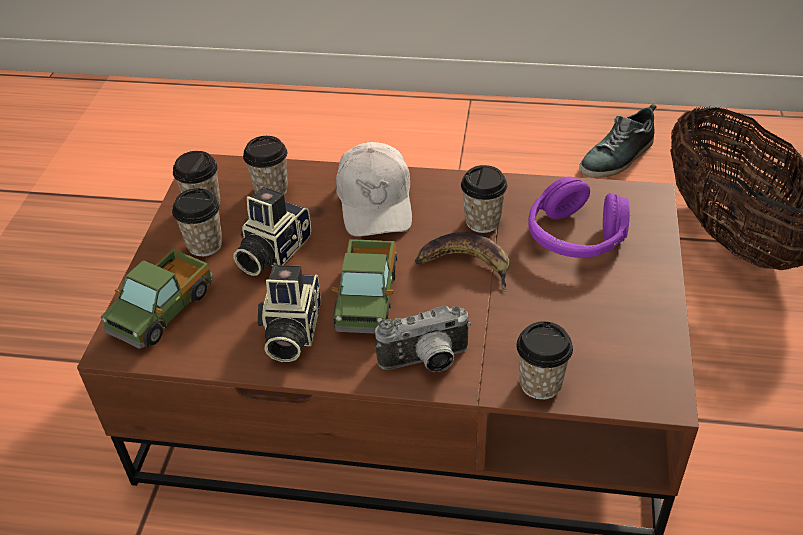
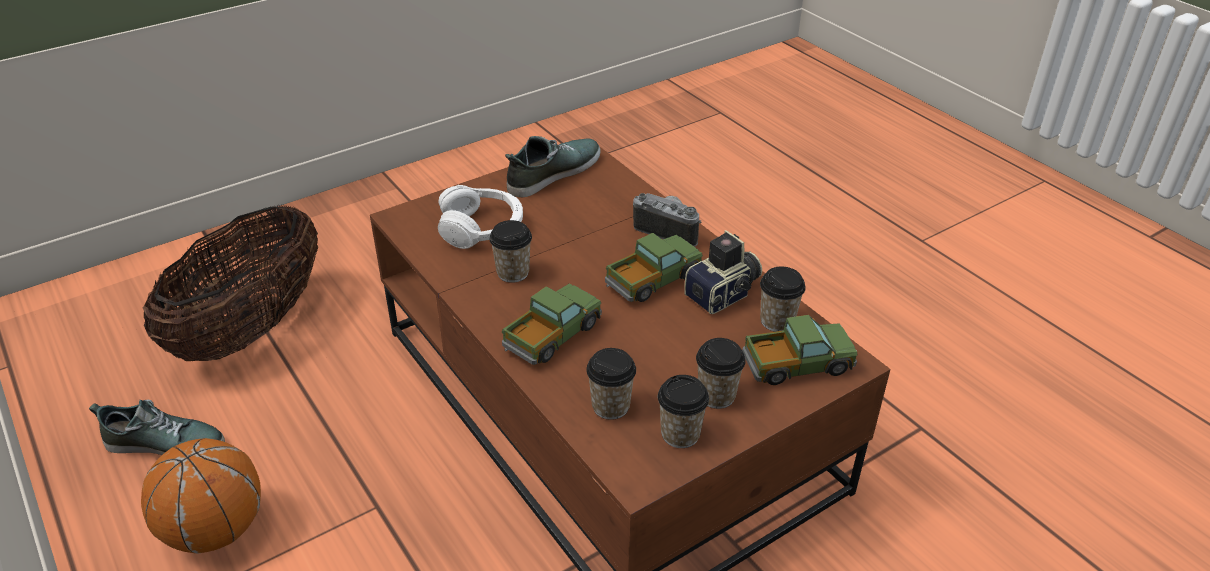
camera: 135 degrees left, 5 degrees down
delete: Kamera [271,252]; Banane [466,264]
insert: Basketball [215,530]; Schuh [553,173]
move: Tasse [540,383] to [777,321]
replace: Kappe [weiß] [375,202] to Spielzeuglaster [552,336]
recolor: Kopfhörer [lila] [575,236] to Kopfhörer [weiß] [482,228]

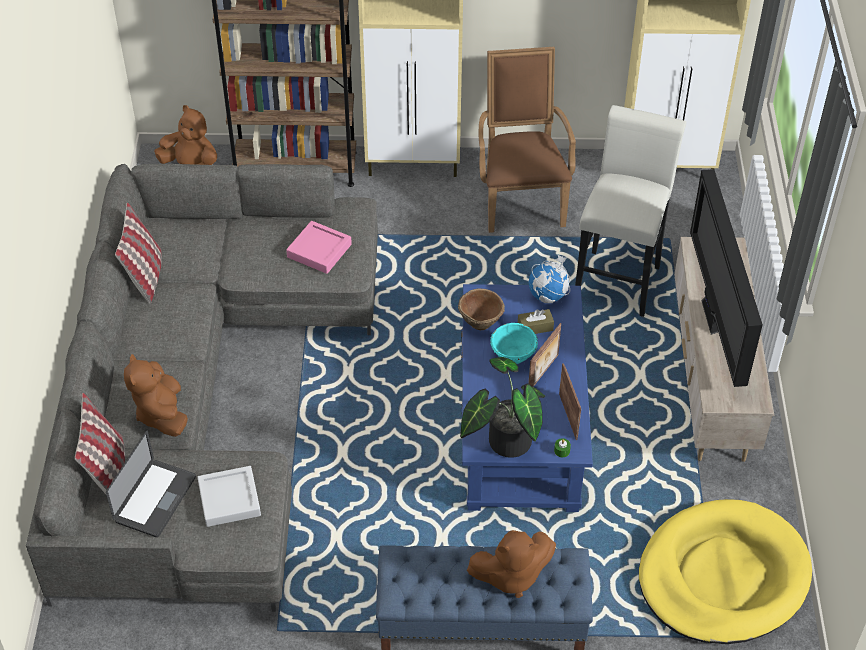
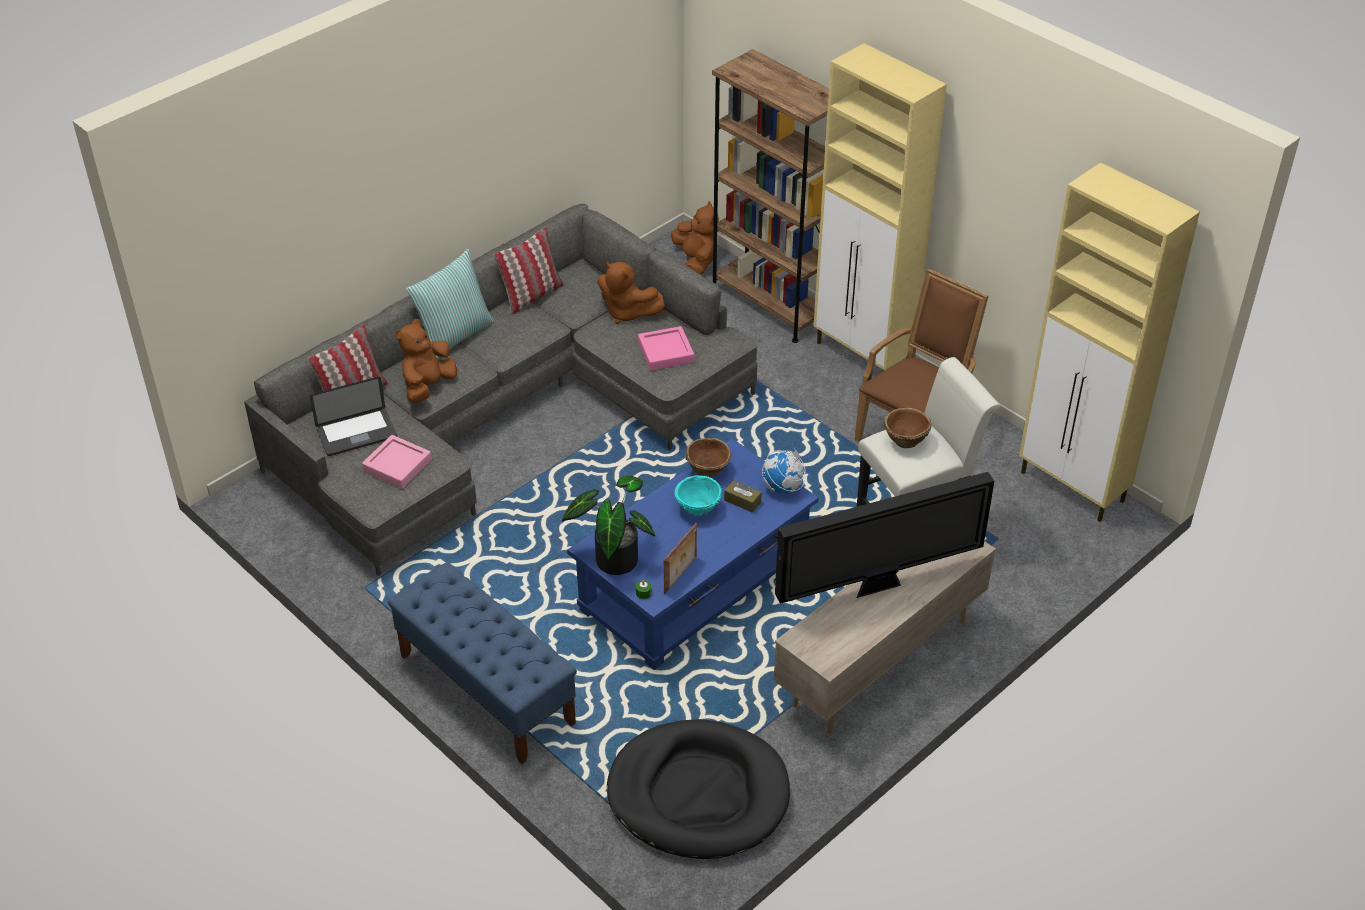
camera: 45 degrees right, 5 degrees down
delete: Bilderrahmen [544,373]
insert: Kissen [454,336]; Schüssel [braun] [905,441]
move: Plüschtier [braun] [511,575] to [627,312]
recolor: Tablett [grau] [229,499] to Tablett [rosa] [397,465]; Hundebett [gelb] [722,576] to Hundebett [schwarz] [698,794]
rotate: Fernseher [713,319] = [879,586] 150 degrees counterclockwise

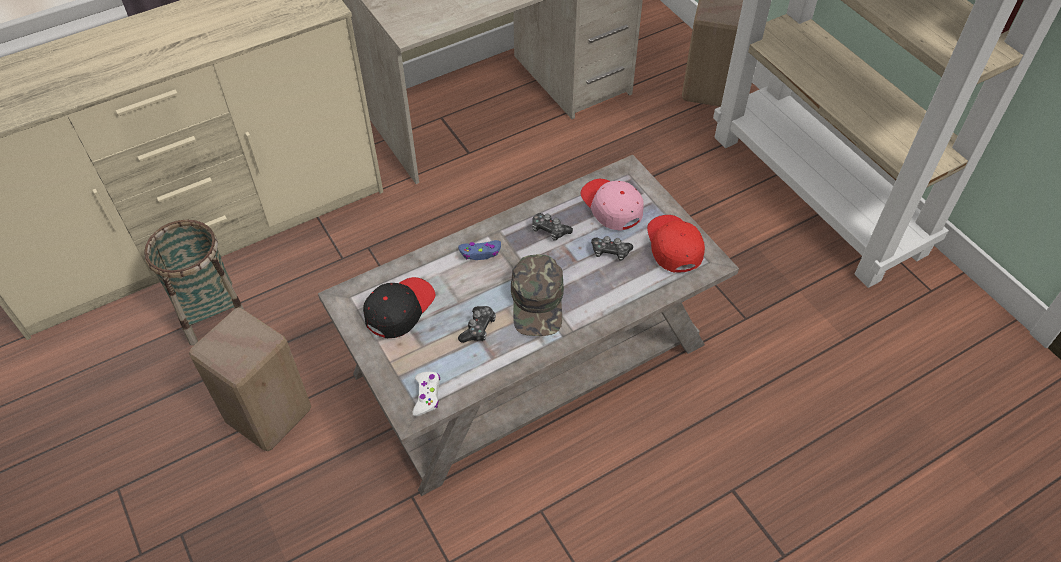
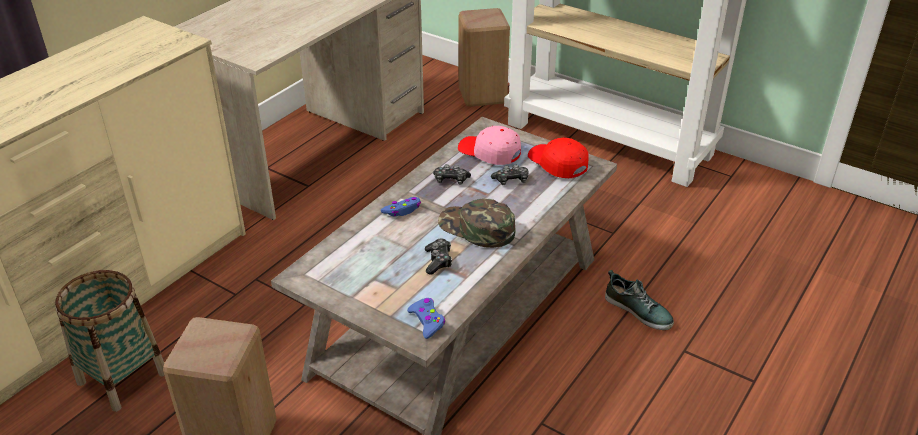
camera: 25 degrees left, 15 degrees down
delete: Kappe [schwarz] [399,309]
insert: Schuh [638,310]
recolor: Gamepad [weiß] [427,396] to Gamepad [blau] [427,321]
rotate: Kappe [grün] [538,301] = [476,228] 150 degrees clockwise

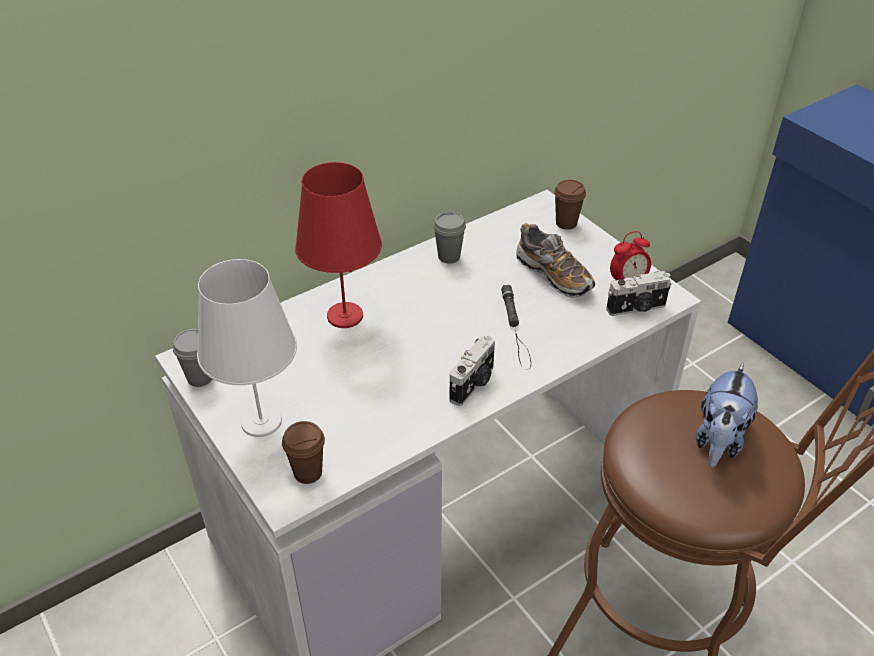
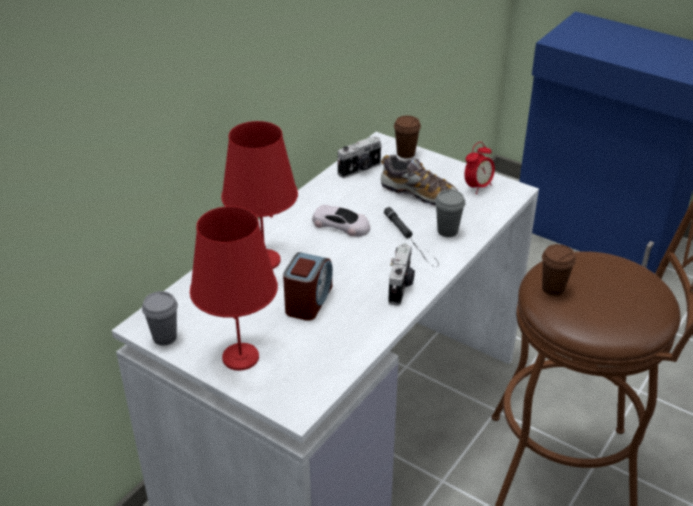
camera: 20 degrees left, 5 degrees down
delete: Plüschtier [719,439]
insert: Wecker [308,301]; Spielzeugauto [weiß] [341,225]
move: Tasse [braun] [308,472] to [553,288]; Tasse [grau] [449,256] to [447,231]; Kamera [637,308] to [360,169]
recolor: Tischlampe [weiß] [262,421] to Tischlampe [rot] [241,357]

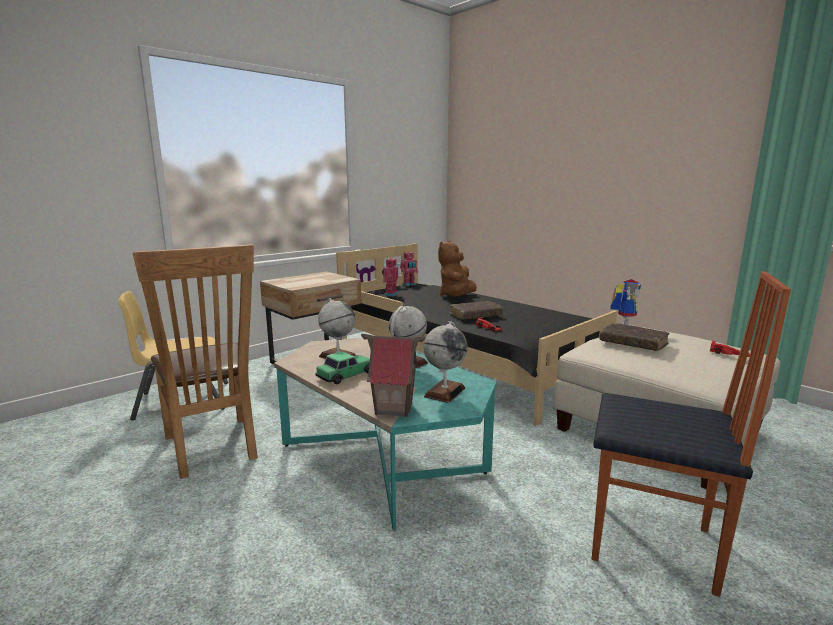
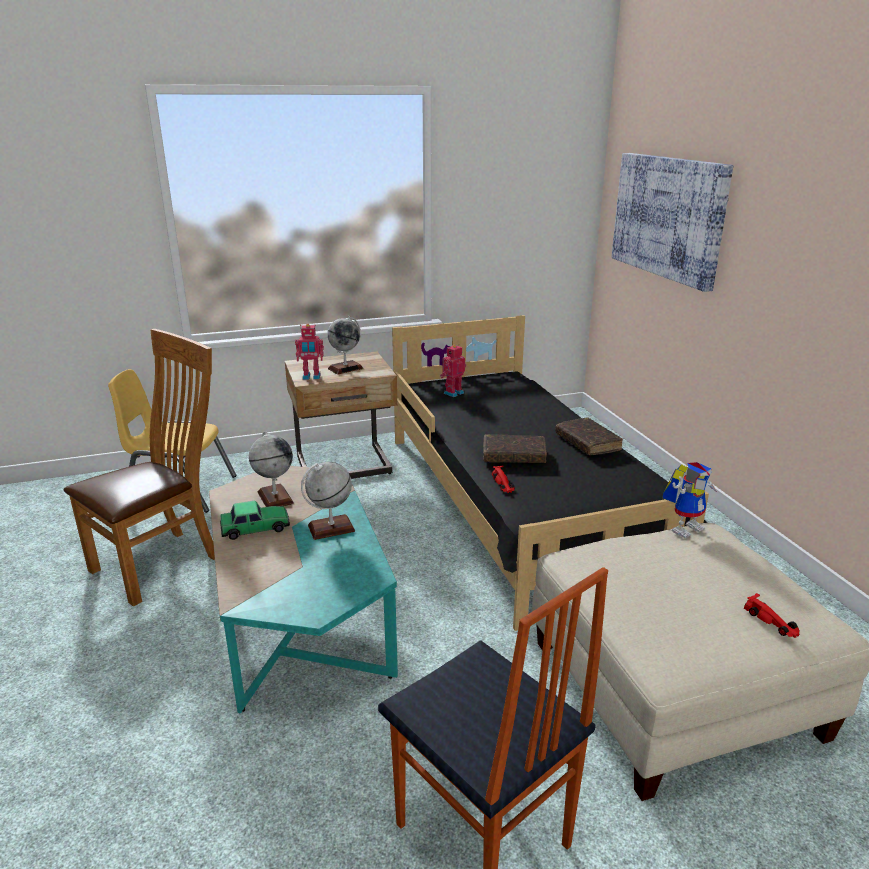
camera: 25 degrees right, 10 degrees up
delete: Spielzeughaus [393,408]; Plüschtier [braun] [456,297]
insert: Bild [669,217]
move: Spielzeugroboter [409,285] to [311,377]; Globus [444,392] to [345,368]; Buch [braun] [633,343] to [587,443]
rotate: Stuhl [braun] [213,449] = [163,561] 135 degrees counterclockwise

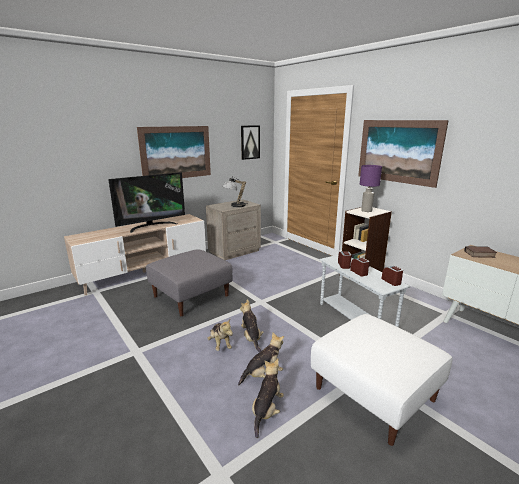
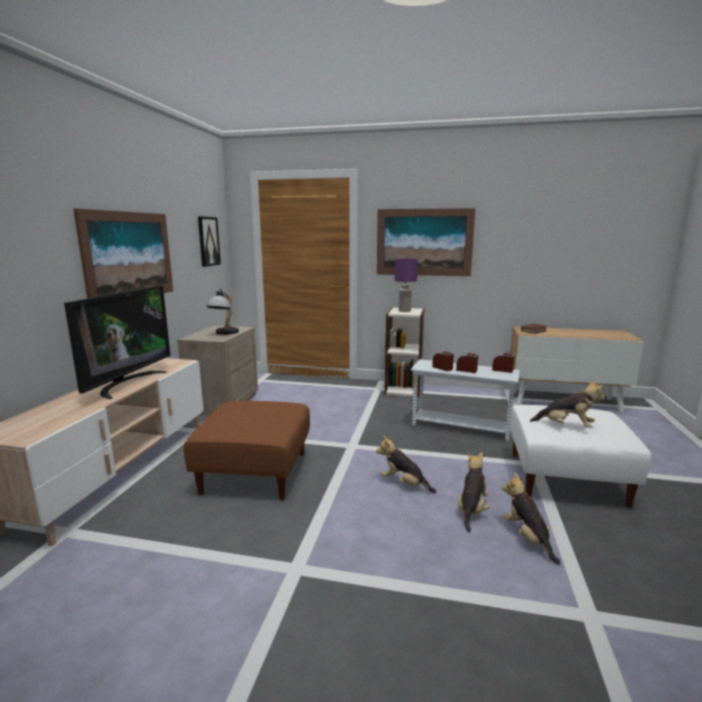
camera: 40 degrees left, 5 degrees down
move: Plüschtier [220,344] to [566,426]
recolor: Polsterhocker [grau] [191,296] to Polsterhocker [braun] [254,472]

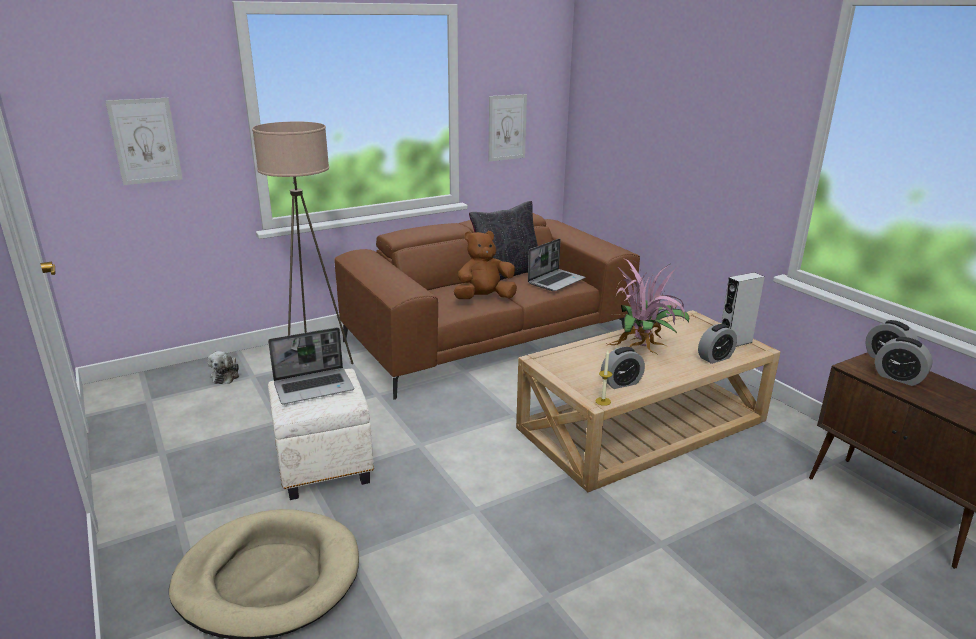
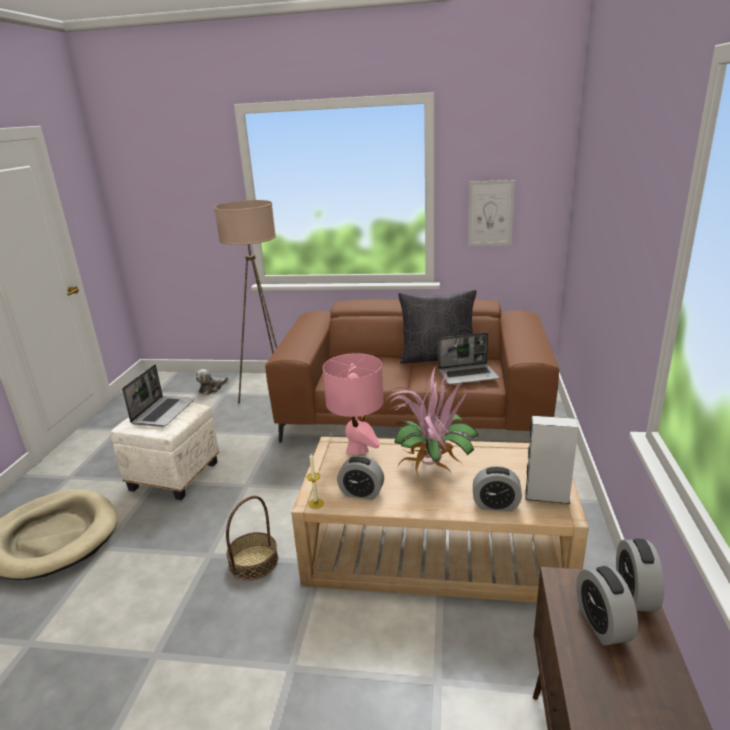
camera: 40 degrees right, 0 degrees up
delete: Bild [145,141]; Plüschtier [braun] [484,298]
insert: Korb [254,562]; Tischlampe [rosa] [357,449]
rotate: Laptop [314,387] = [163,412] 90 degrees counterclockwise

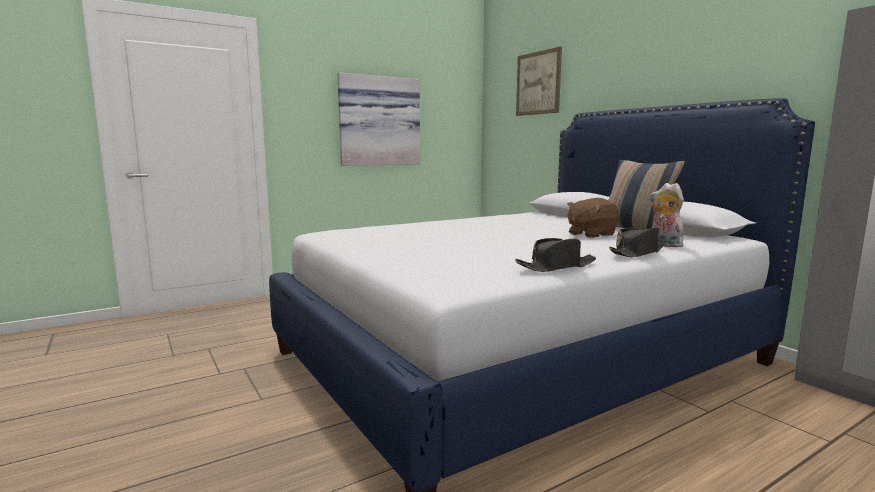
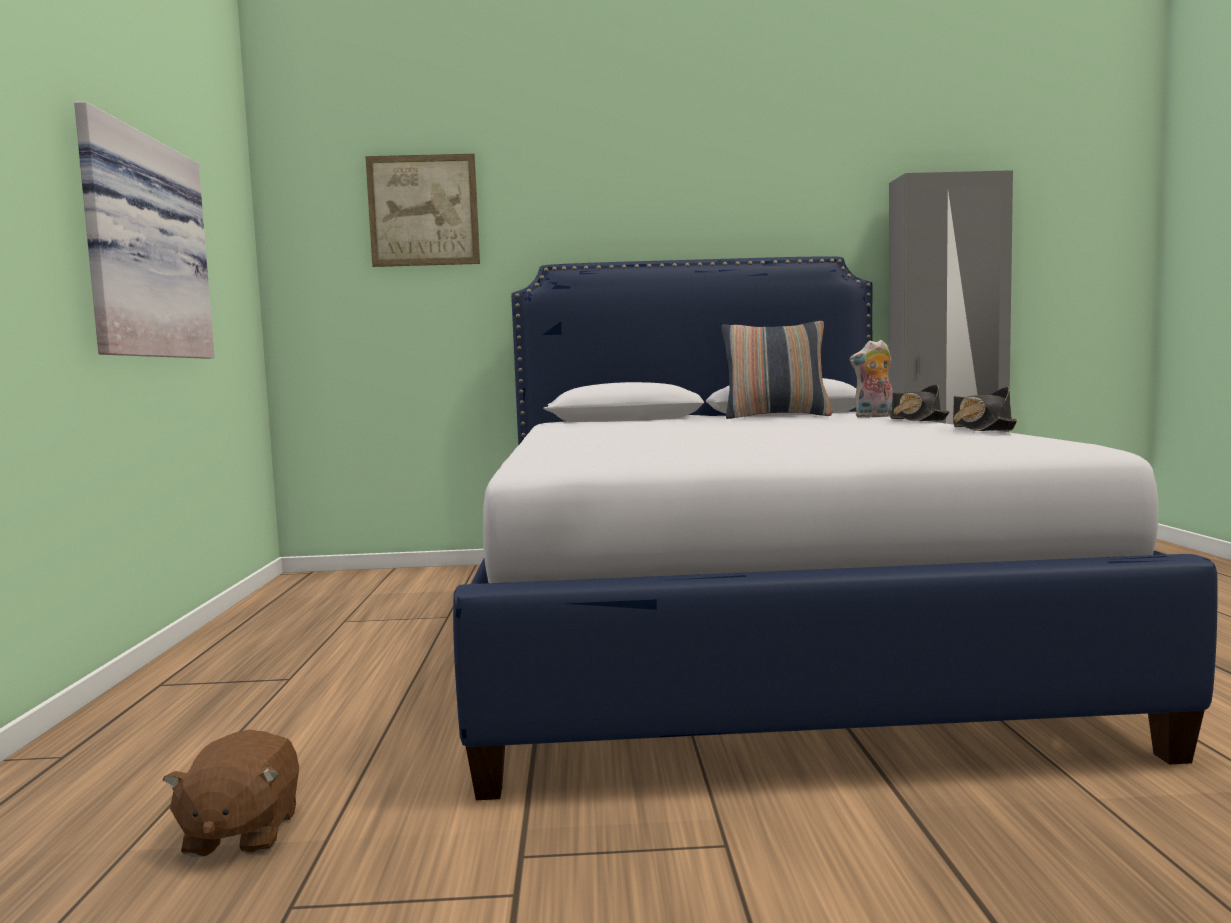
camera: 60 degrees left, 5 degrees down
move: Plüschtier [braun] [590,234] to [240,833]

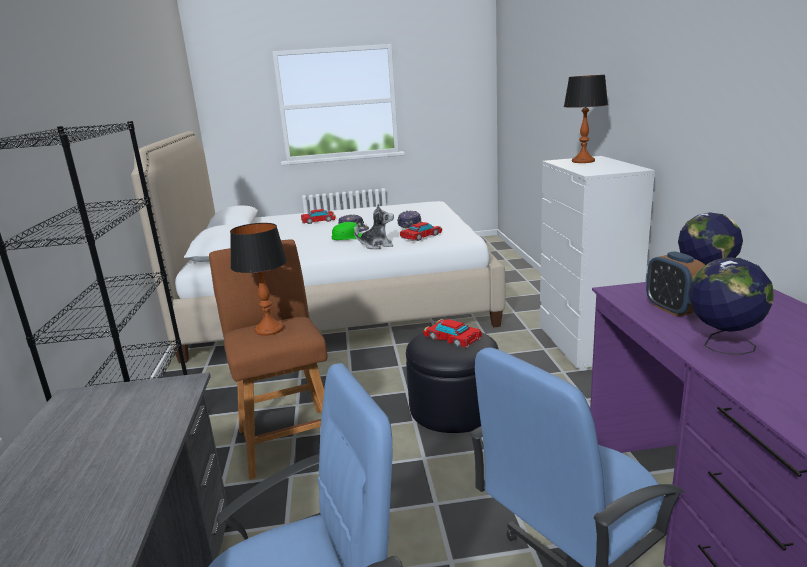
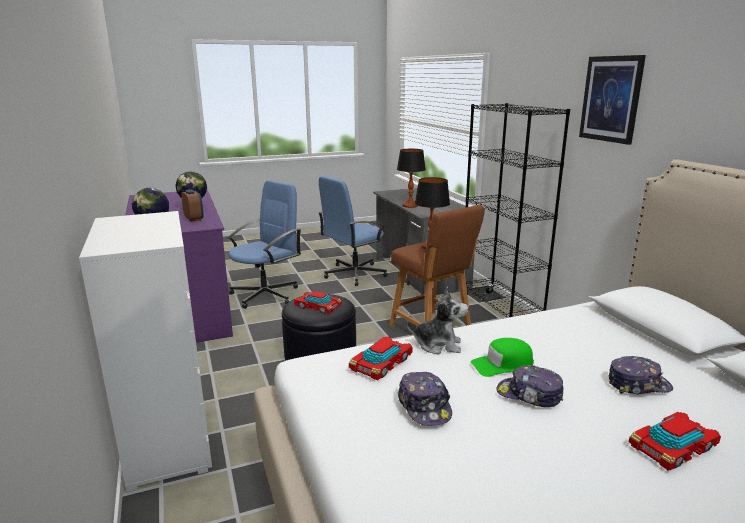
camera: 165 degrees right, 0 degrees up
insert: Bild [611,99]; Kappe [638,384]
move: Tischlampe [583,161] to [410,206]
rotate: Plüschtier [377,245] = [438,345] 150 degrees counterclockwise

